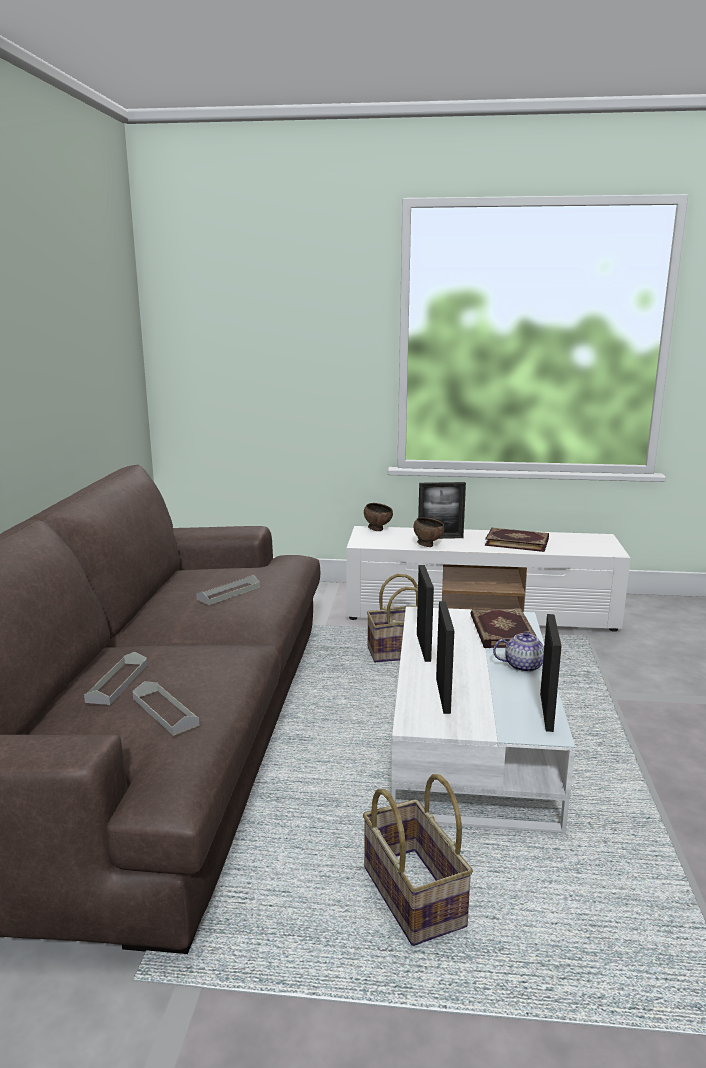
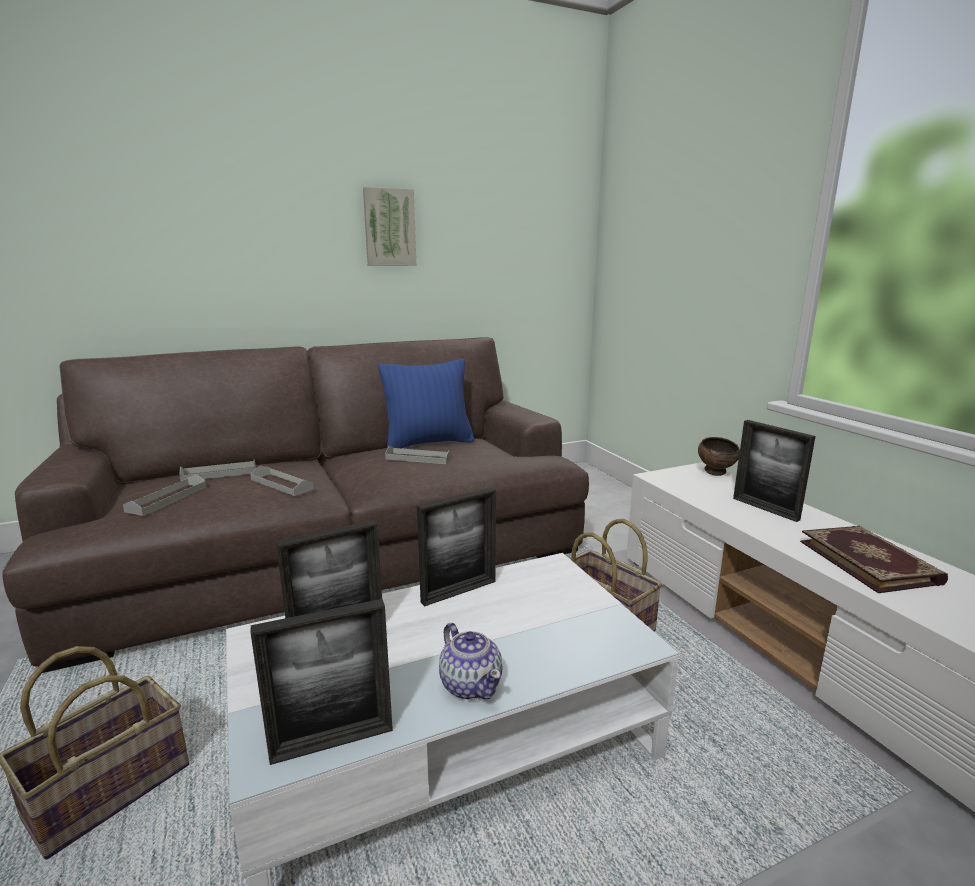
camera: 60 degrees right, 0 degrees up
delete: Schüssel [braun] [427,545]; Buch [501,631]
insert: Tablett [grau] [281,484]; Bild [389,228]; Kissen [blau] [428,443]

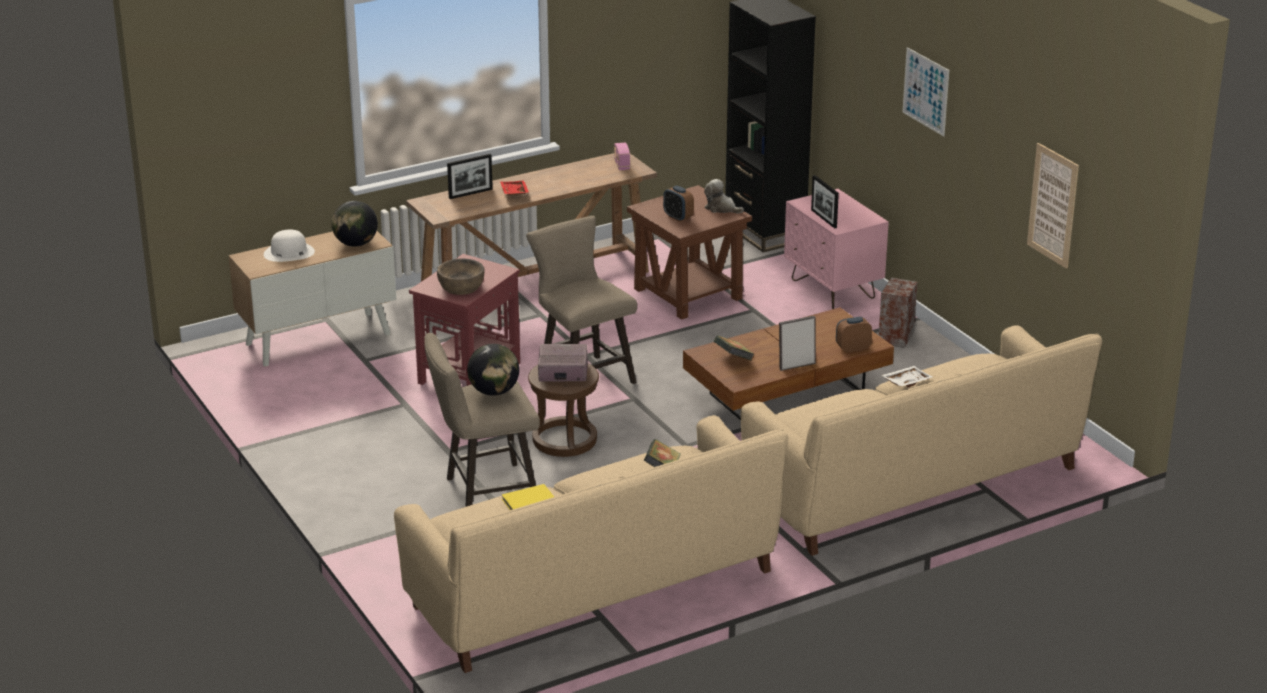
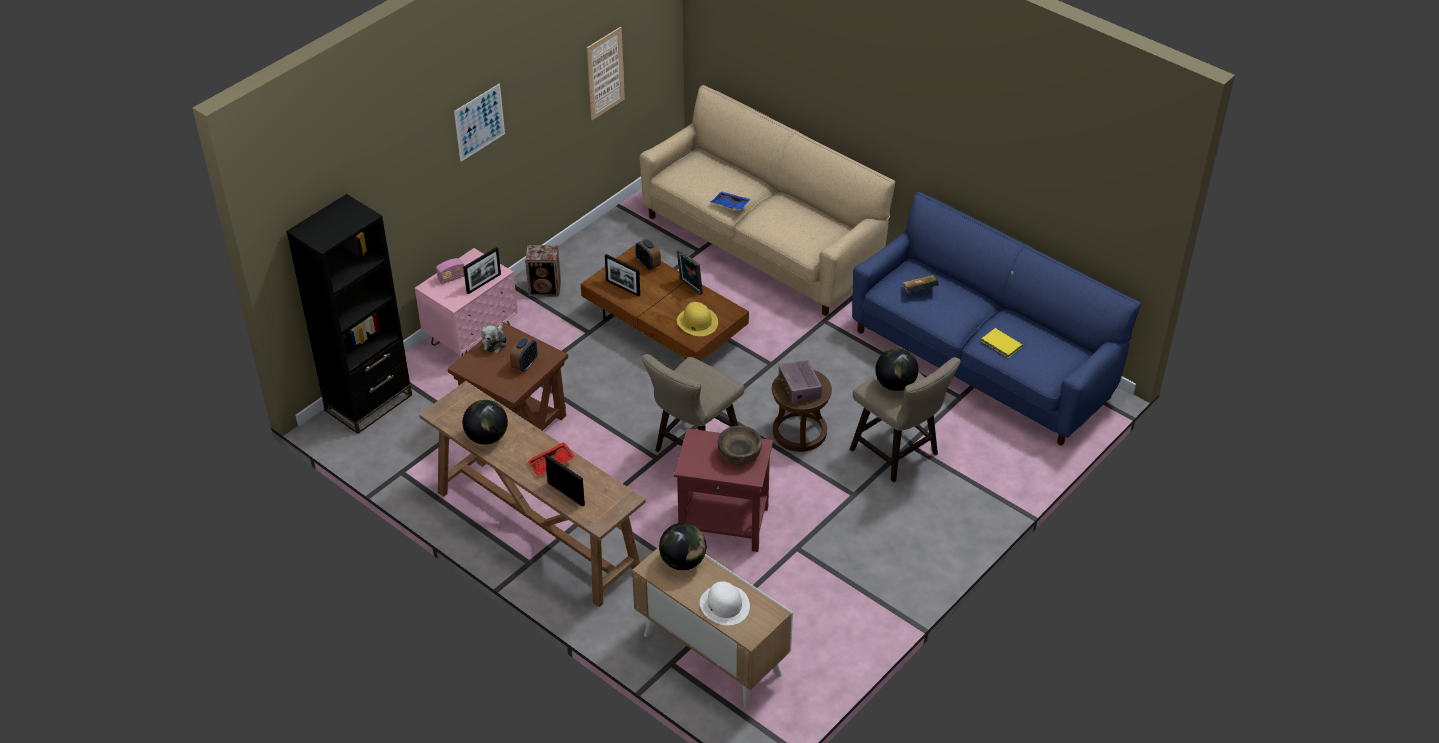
camera: 110 degrees left, 15 degrees up
insert: Globus [487,437]; Bilderrahmen [623,288]
move: Radio [622,165] to [451,278]
replace: Buch [733,359] to Hut [gelb] [697,322]
recolor: Sofa [beige] [593,590] to Sofa [blau] [982,363]; Tablett [weiß] [906,382] to Tablett [blau] [730,205]

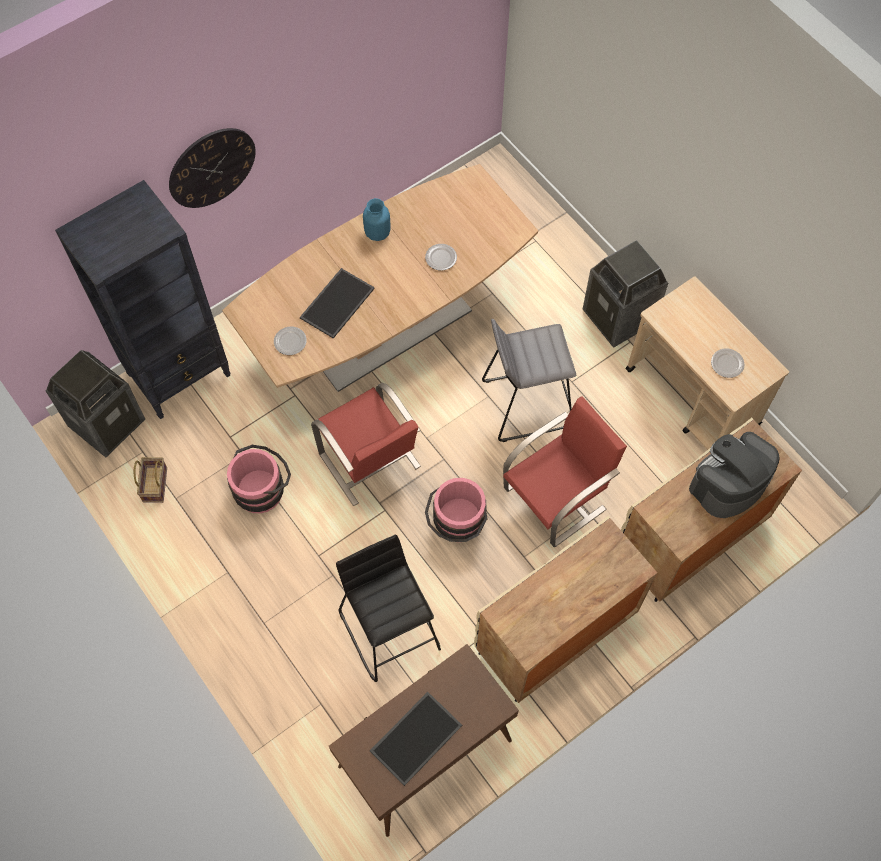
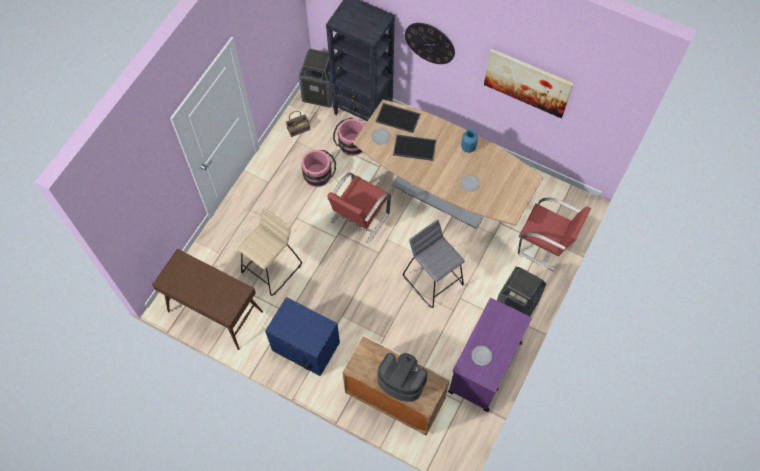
camera: 65 degrees right, 0 degrees up
insert: Bild [527,82]
move: Tablett [415,736] to [398,117]; Eimer [rosa] [457,524] to [349,144]; Stuhl [rot] [556,498] to [545,245]
replace: Schrank [beige] [555,634] to Nachttisch [blau] [305,348]
recolor: Hocker [schwarz] [390,629] to Hocker [beige] [272,268]; Rollwagen [beige] [692,398] to Rollwagen [lila] [484,367]

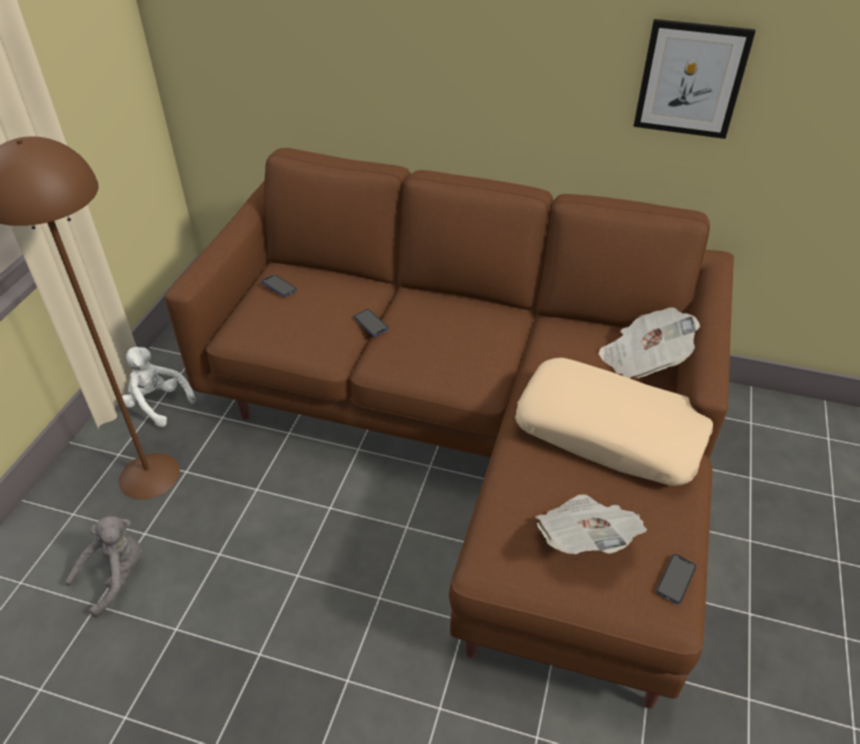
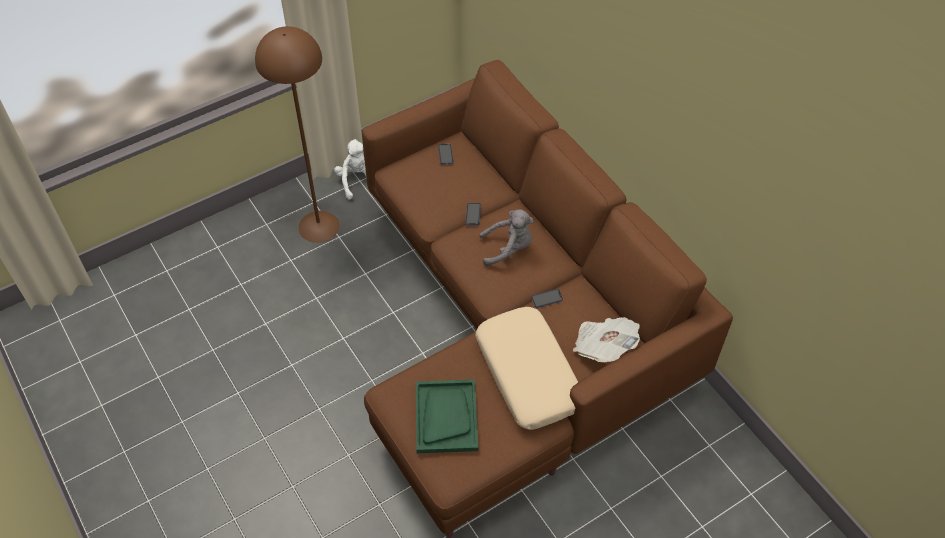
camera: 40 degrees right, 10 degrees up
delete: Bild [691,79]
move: Plüschtier [grau] [116,576] to [508,248]; Handy [675,579] to [547,299]
replace: Zeitung [584,539] to Tablett [grün] [446,417]

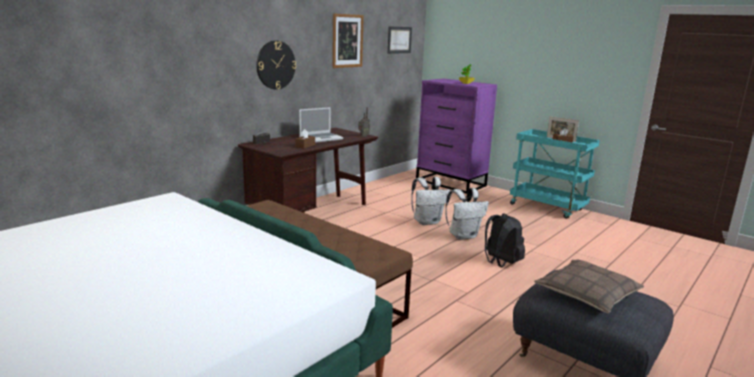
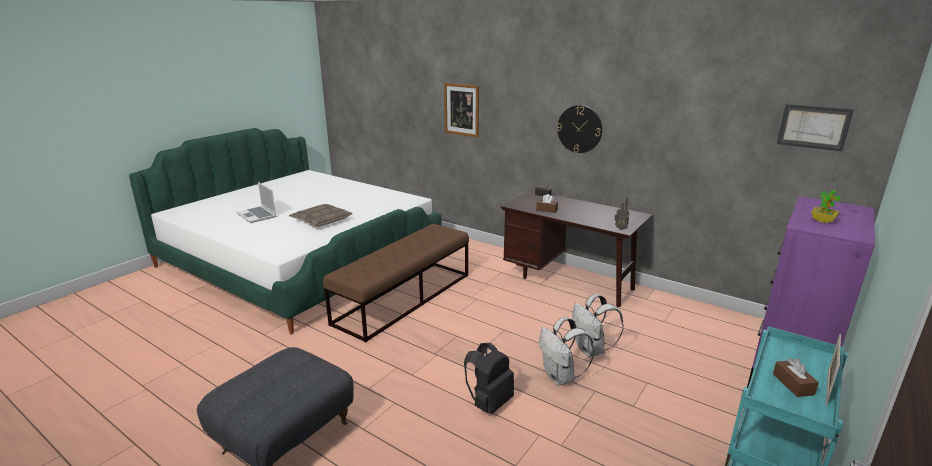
camera: 85 degrees right, 5 degrees up
move: Laptop [321,138] to [257,215]; Bild [347,41] to [461,109]; Kissen [587,294] to [321,221]

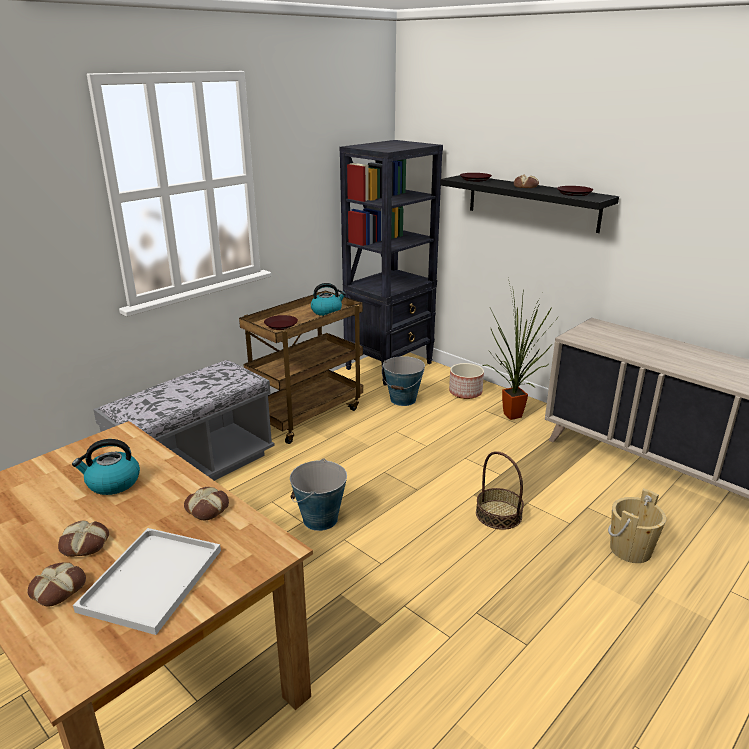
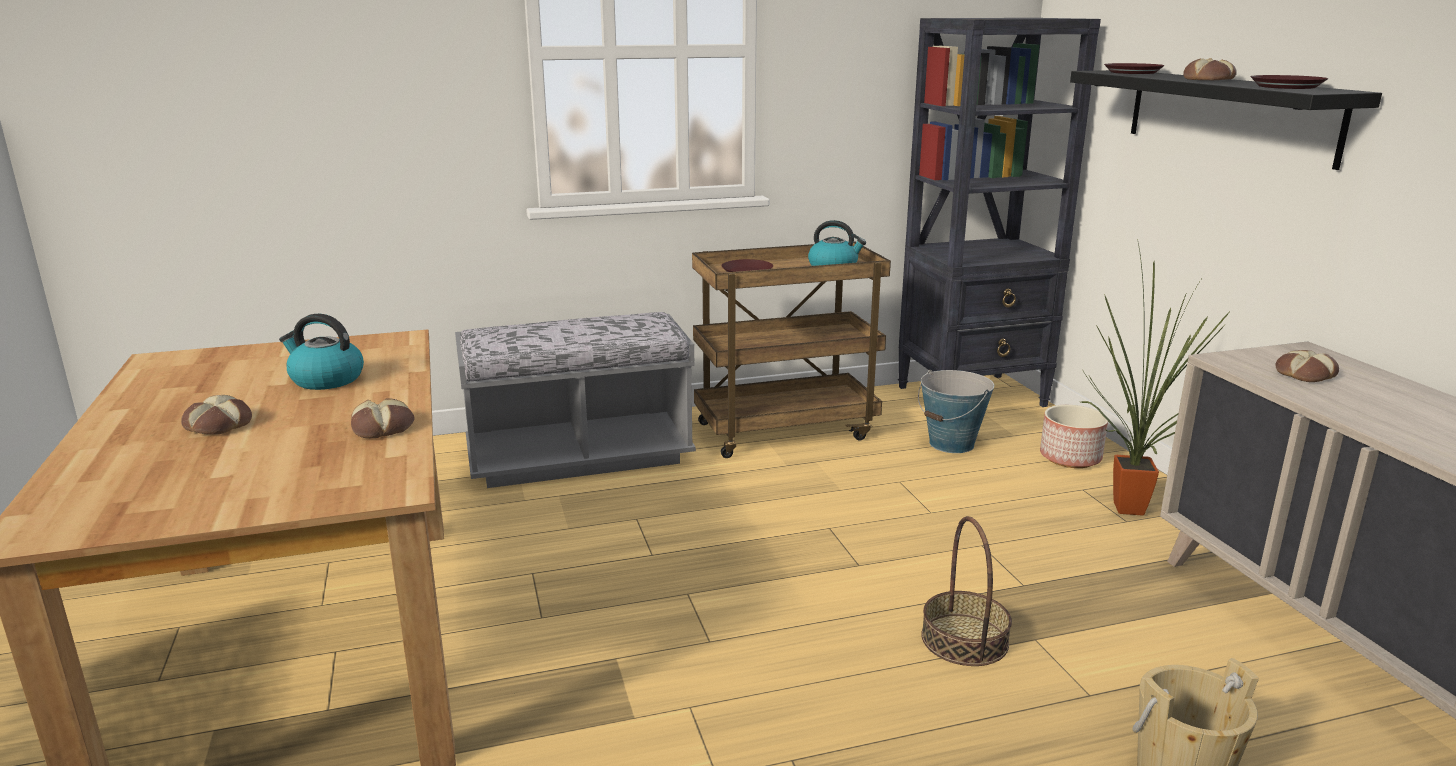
camera: 30 degrees right, 5 degrees down
delete: Tablett [weiß] [152,577]; Eimer [320,519]
move: Brot [58,588] to [1304,374]

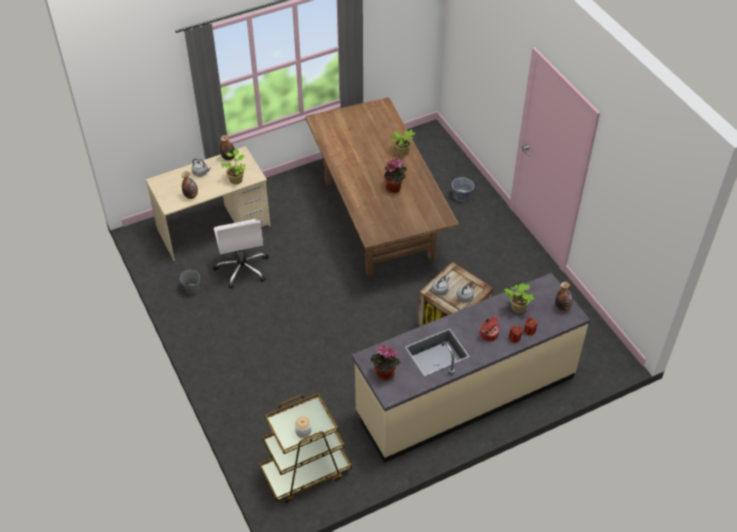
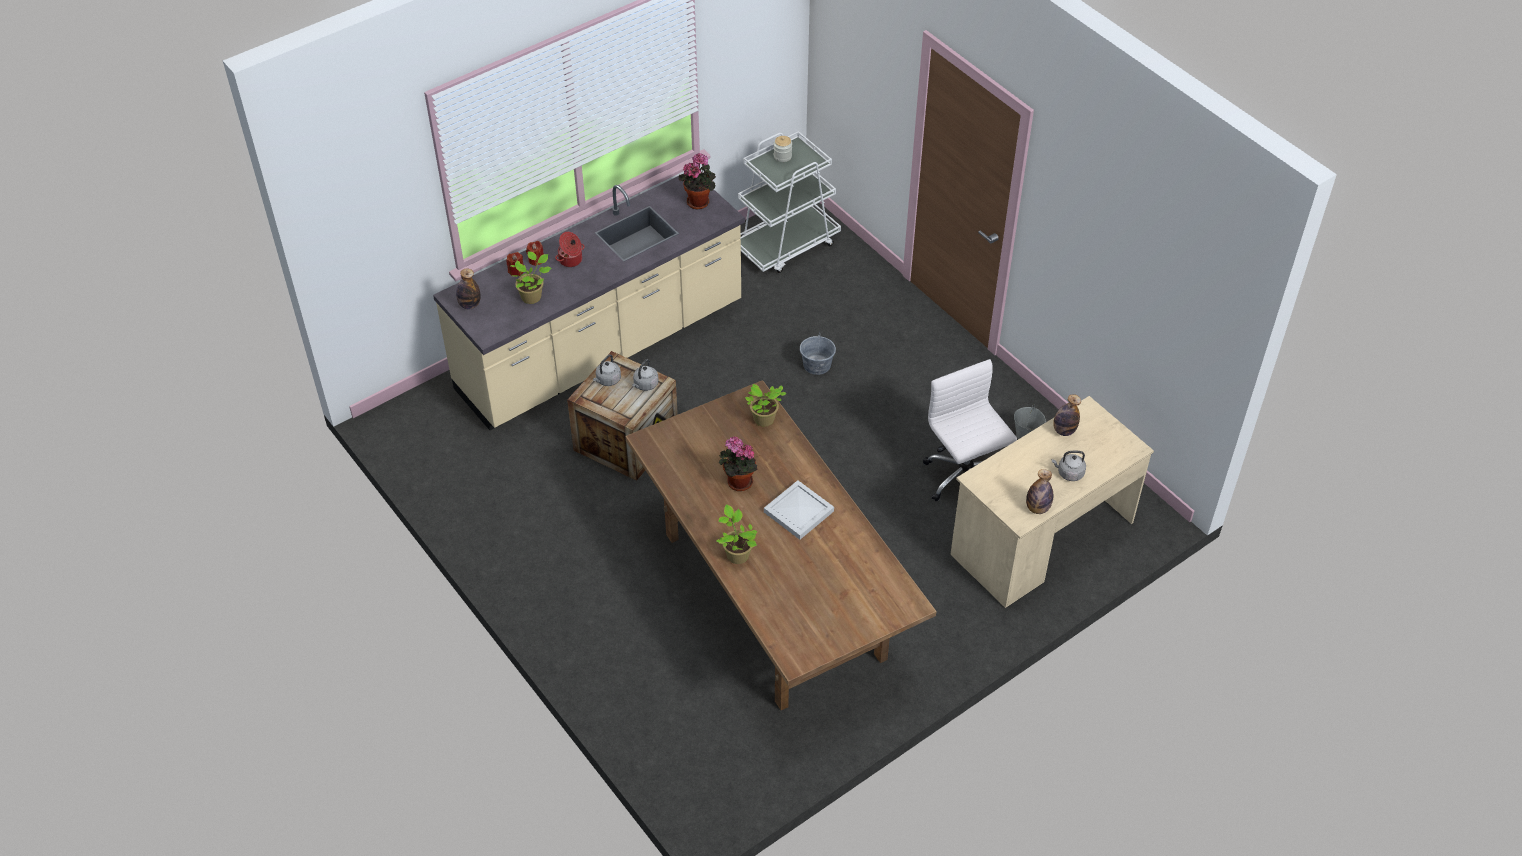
camera: 170 degrees right, 0 degrees up
insert: Tablett [weiß] [800,511]
move: Topfpflanze [236,179] to [764,420]; Eimer [grau] [461,196] to [817,365]
recolor: Rollwagen [braun] [305,472] to Rollwagen [weiß] [786,245]

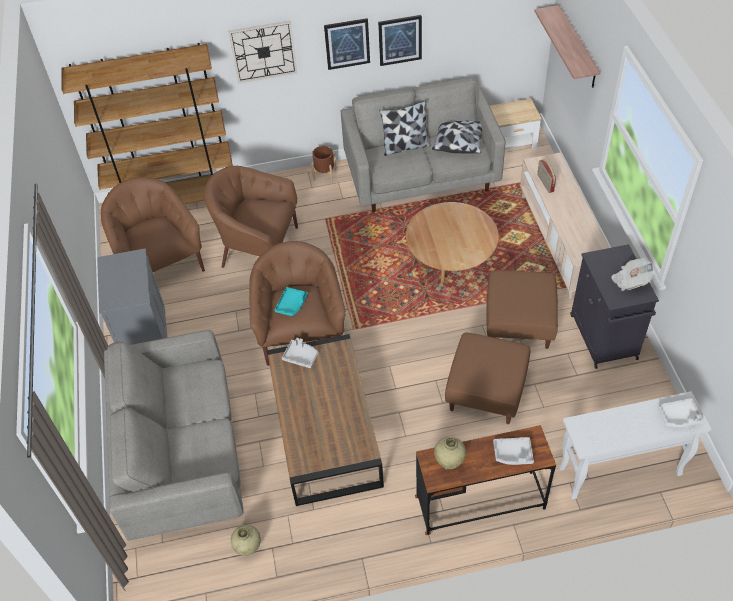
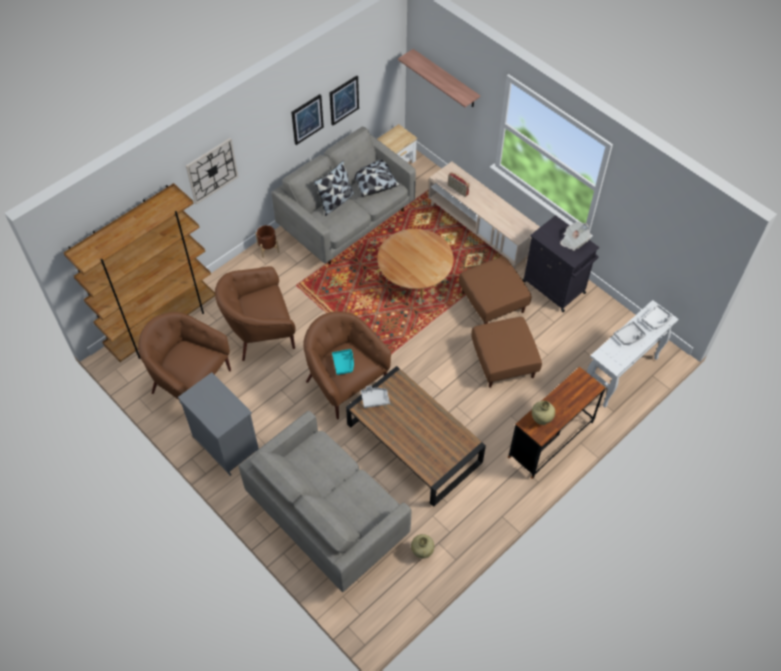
camera: 35 degrees left, 5 degrees up
move: Bild [347,43] to [343,100]; Tablett [grau] [513,454] to [629,336]

